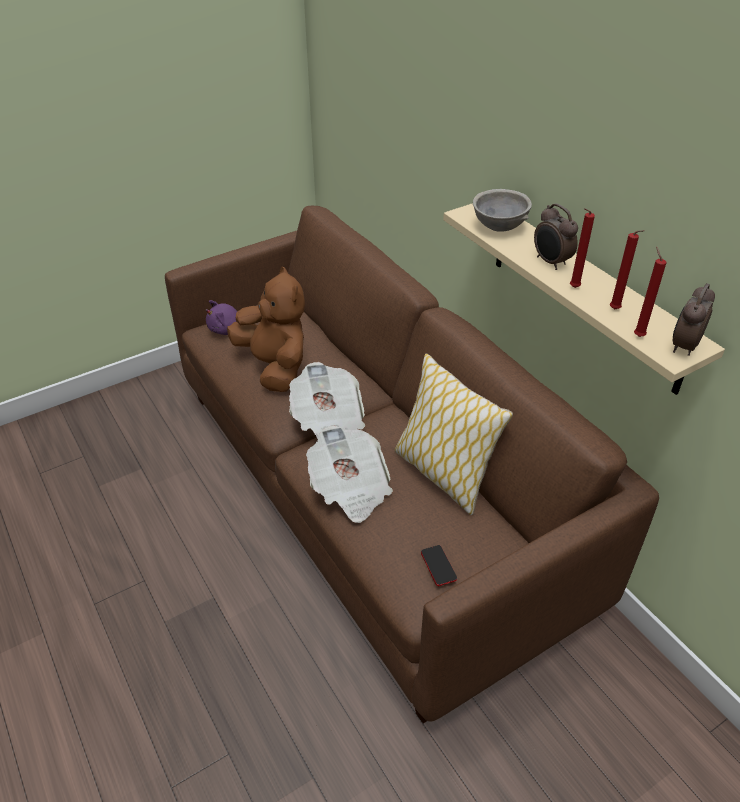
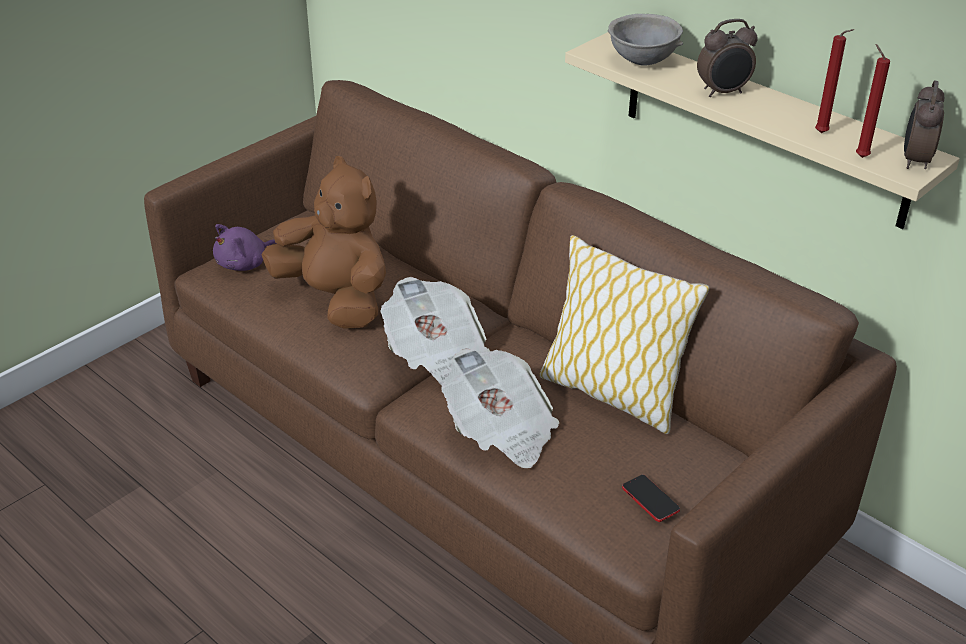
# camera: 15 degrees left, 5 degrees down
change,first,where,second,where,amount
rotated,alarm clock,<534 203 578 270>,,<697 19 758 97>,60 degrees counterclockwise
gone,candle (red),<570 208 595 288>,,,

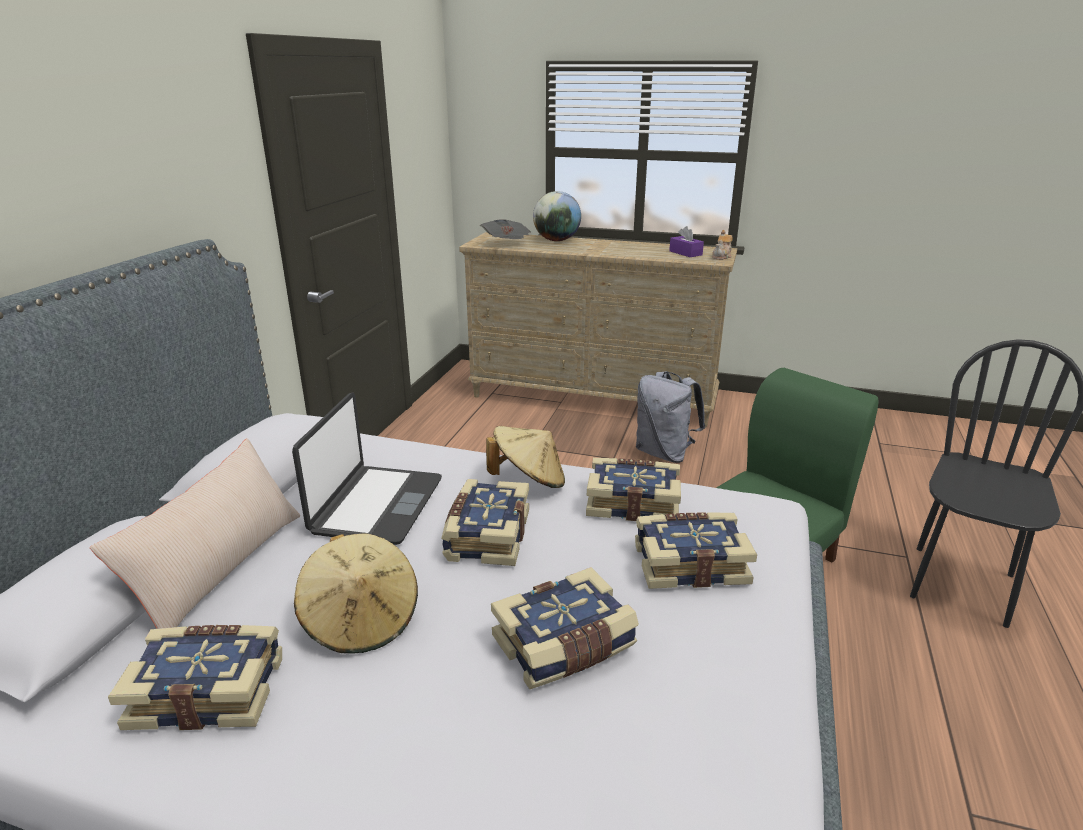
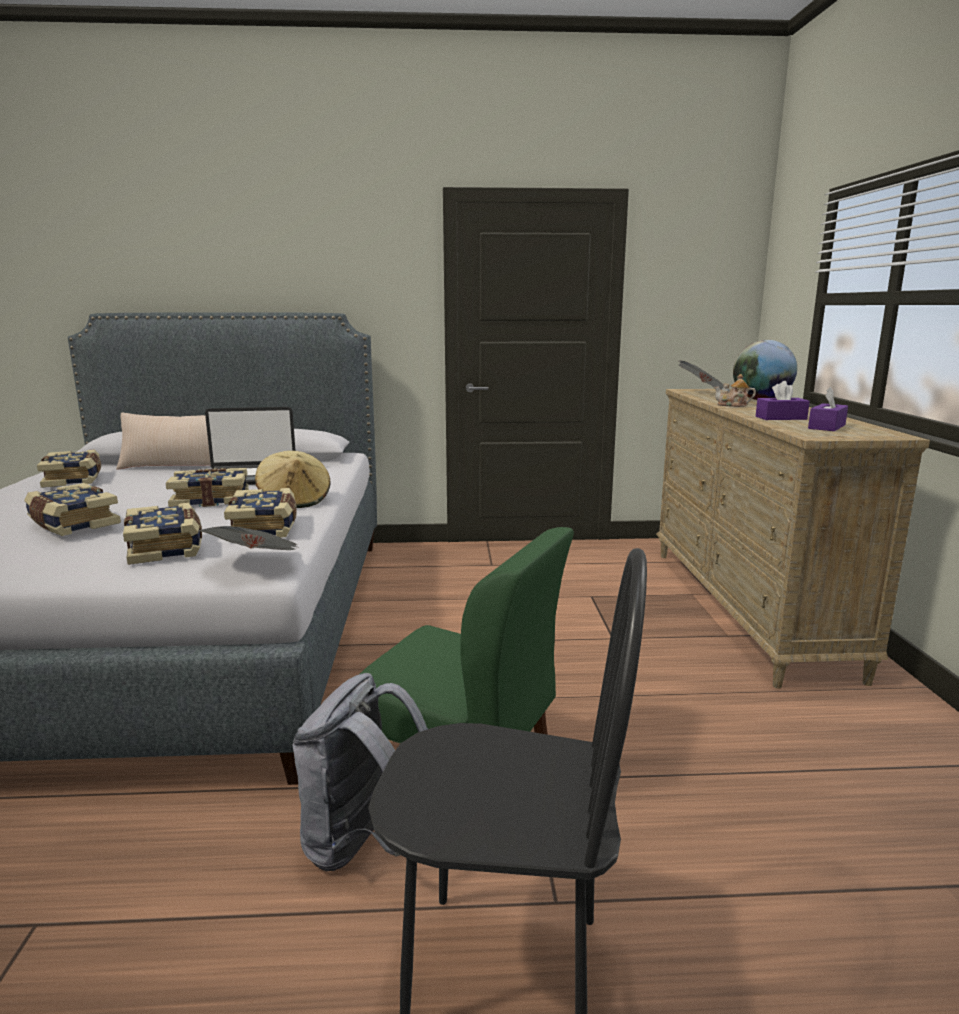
# camera: 70 degrees right, 10 degrees down
change,first,where,second,where,amount
shifted,pot for tea,<712 230 733 260>,,<714 374 756 407>,
shifted,knapsack (greyish),<636 371 705 463>,,<292 673 428 871>,
gone,hat (beige),<294 533 418 654>,,,
new,,,tissue holder (purplish),<756 381 810 420>,
new,,,printed paper,<198 526 297 550>,

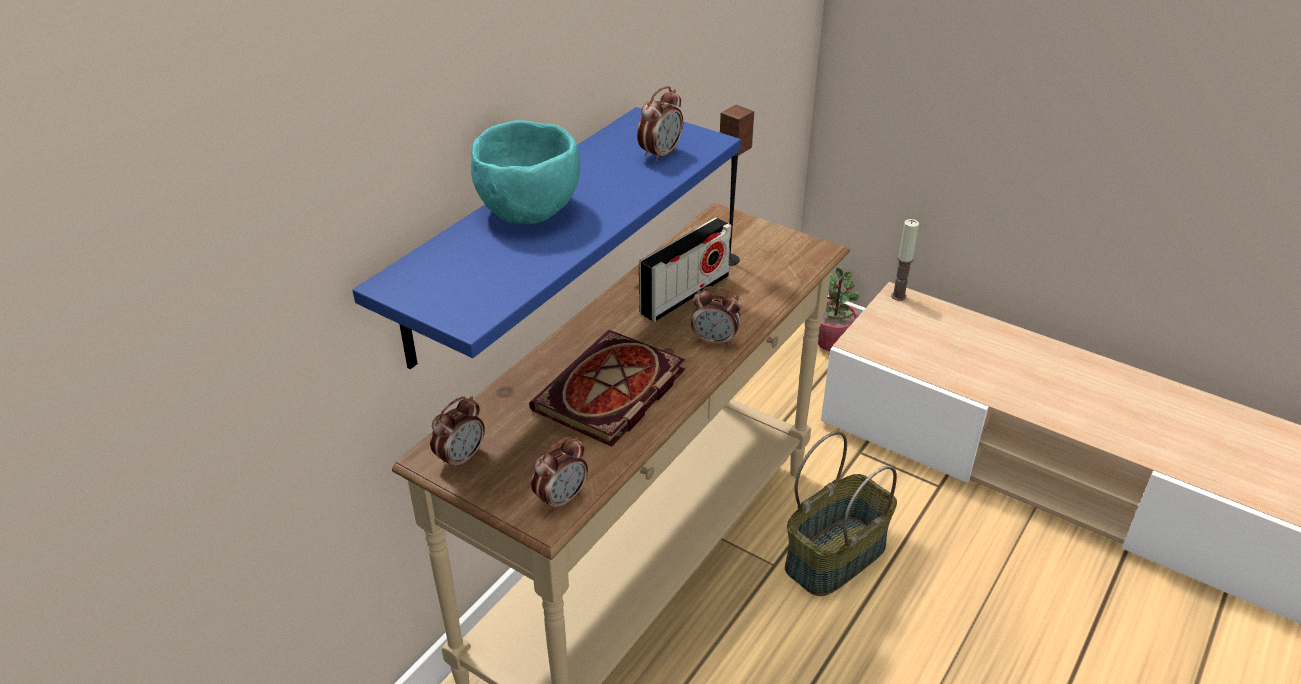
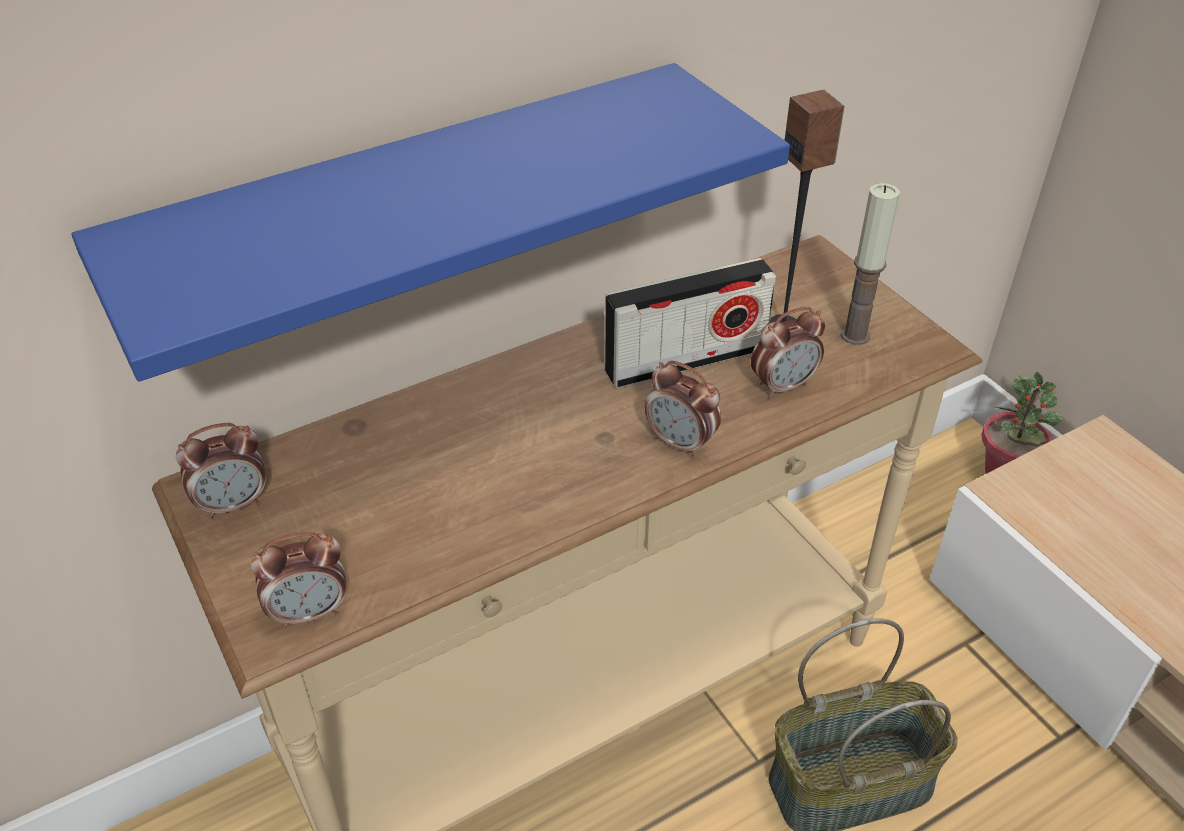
# camera: 25 degrees right, 5 degrees up
change,first,where,second,where,amount
shifted,alarm clock,<637 86 683 162>,,<751 307 825 398>,
gone,deep dish (turquoise),<471 120 580 224>,,,
shifted,candle,<891 219 919 301>,,<841 183 900 345>,
gone,bound book,<529 330 685 447>,,,

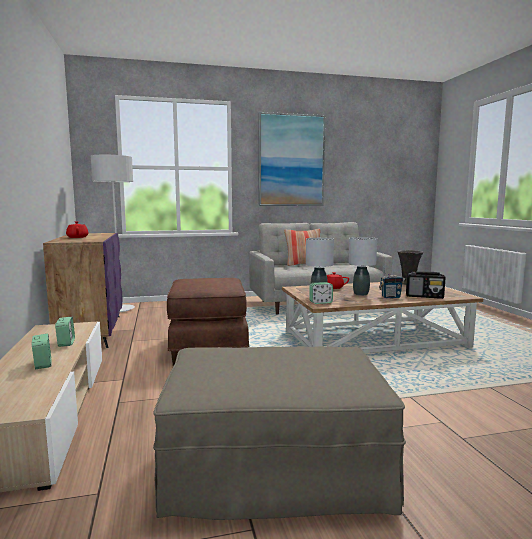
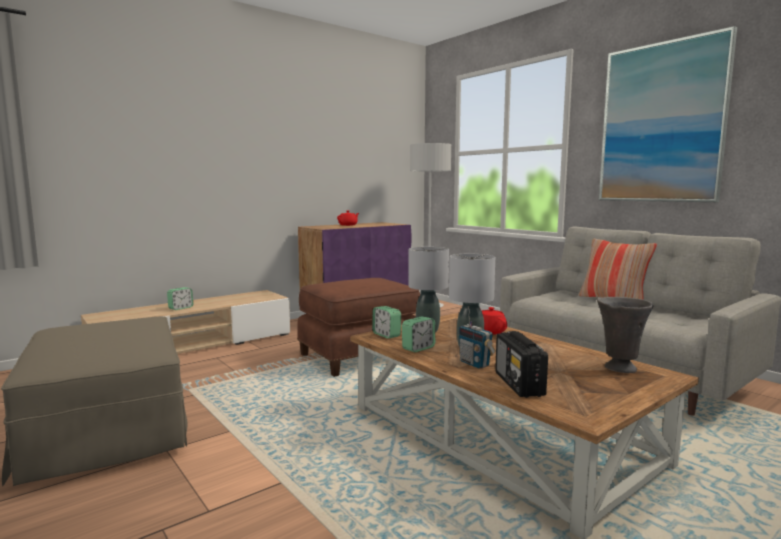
# camera: 65 degrees right, 0 degrees up
change,first,where,second,where,amount
shifted,alarm clock,<55 317 75 347>,,<402 316 435 352>,

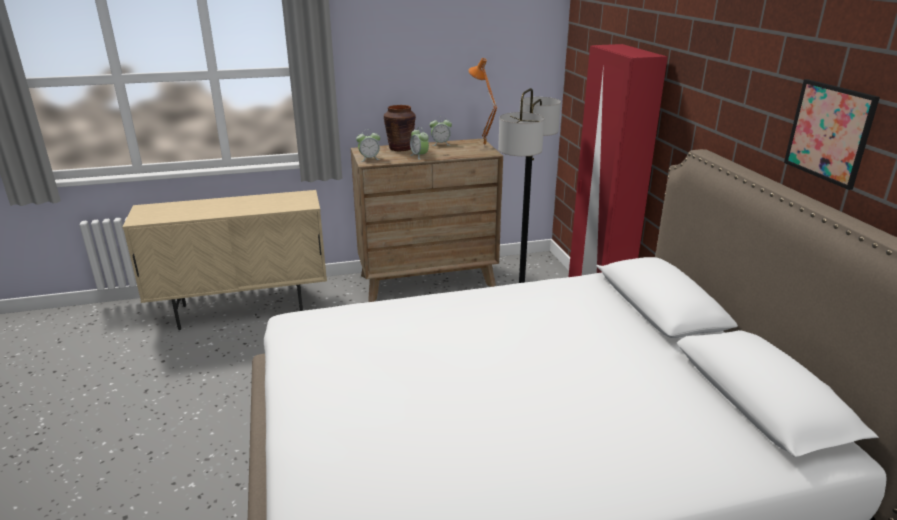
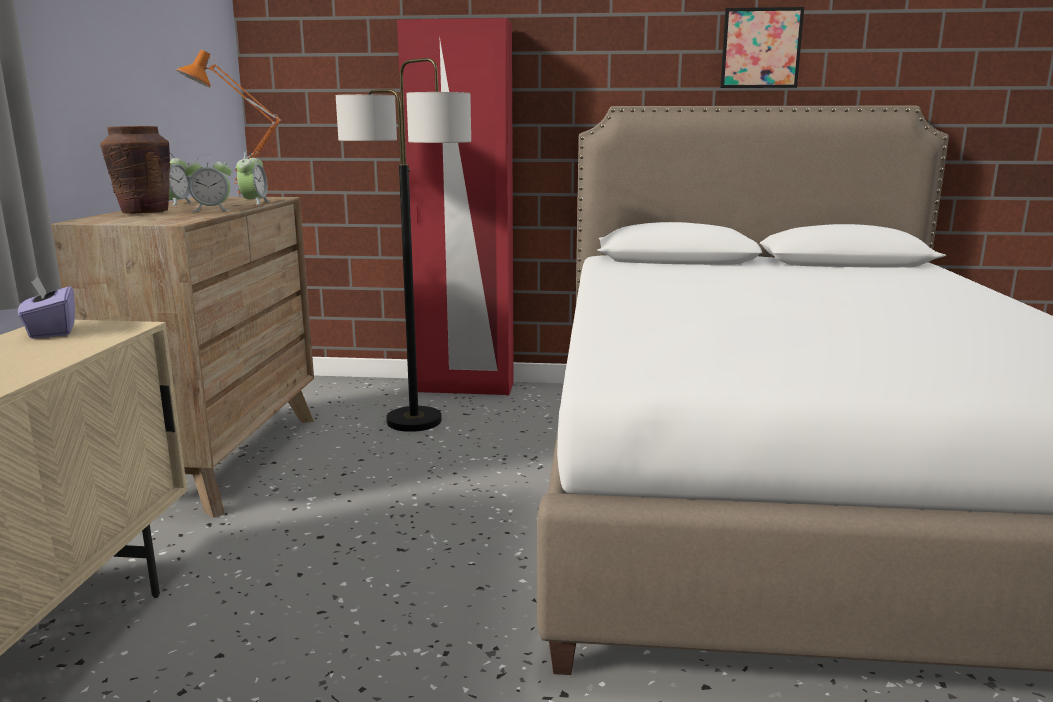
# camera: 70 degrees left, 10 degrees down
change,first,where,second,where,amount
shifted,alarm clock,<356 129 380 162>,,<236 152 270 205>,
new,,,tissue holder (purplish),<18 276 75 339>,

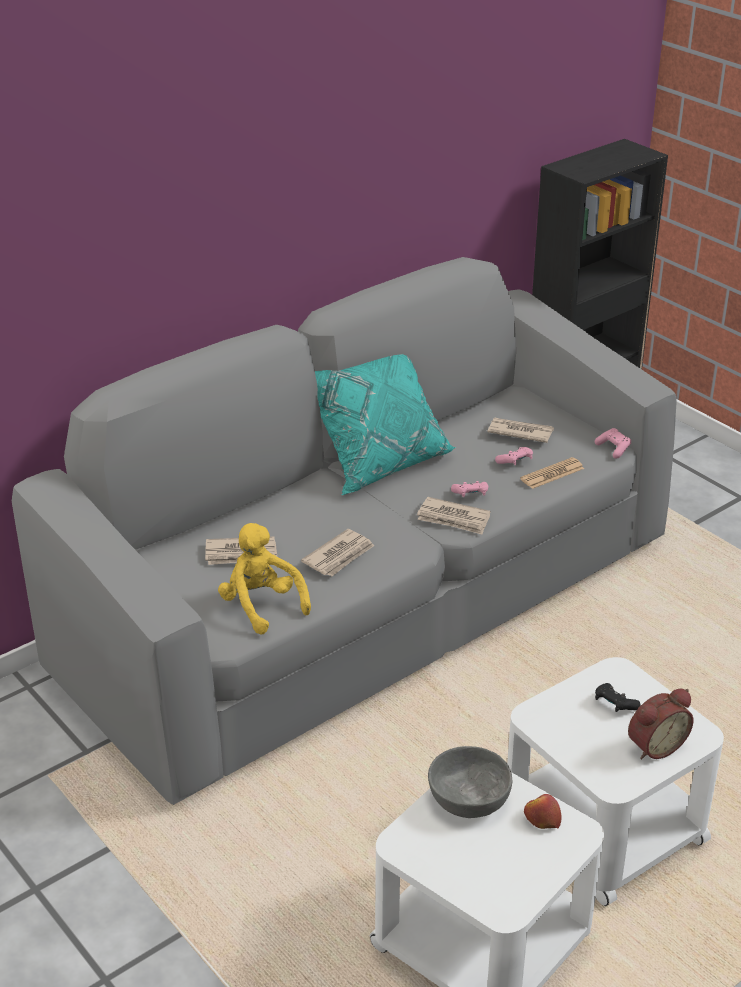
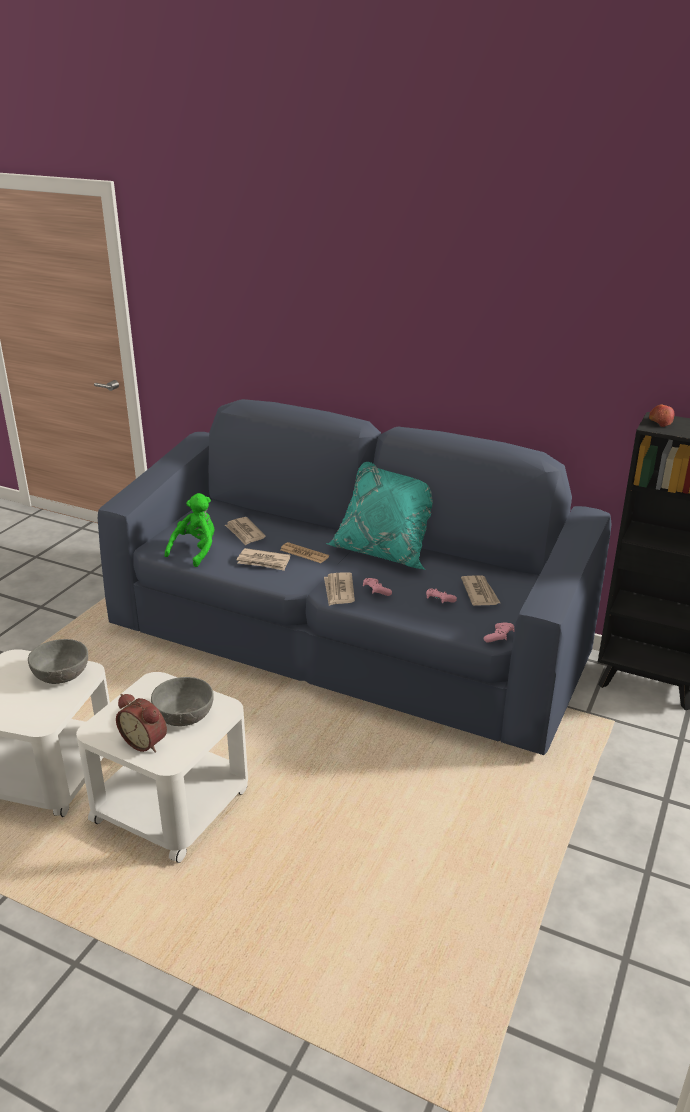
# camera: 65 degrees right, 5 degrees down
change,first,where,second,where,amount
repainted,sofa (greyish),<12 257 677 805>,sofa (blue-coloured),<98 399 612 755>,
shifted,printed paper,<520 457 584 489>,,<280 542 329 563>,
repainted,soft toy (yellow),<218 523 311 635>,soft toy (green),<165 493 215 567>,
swapped,gamepad (black),<595 683 641 712>,deep dish (greyish),<151 677 214 726>,
shifted,apple fruit,<524 794 561 829>,,<649 404 674 427>,

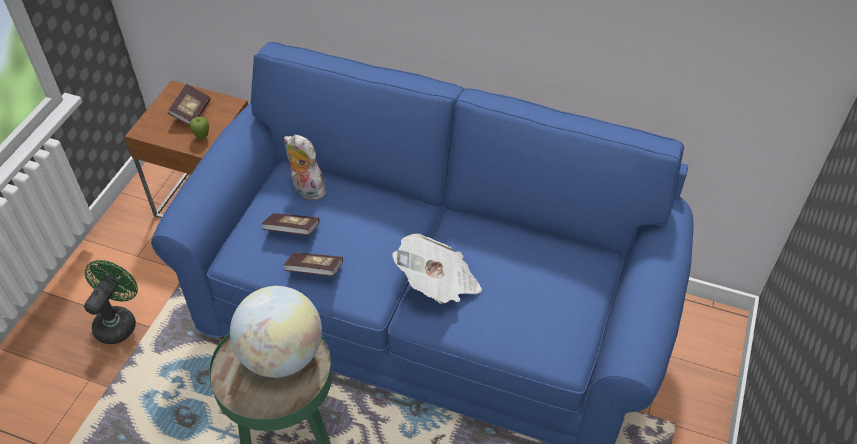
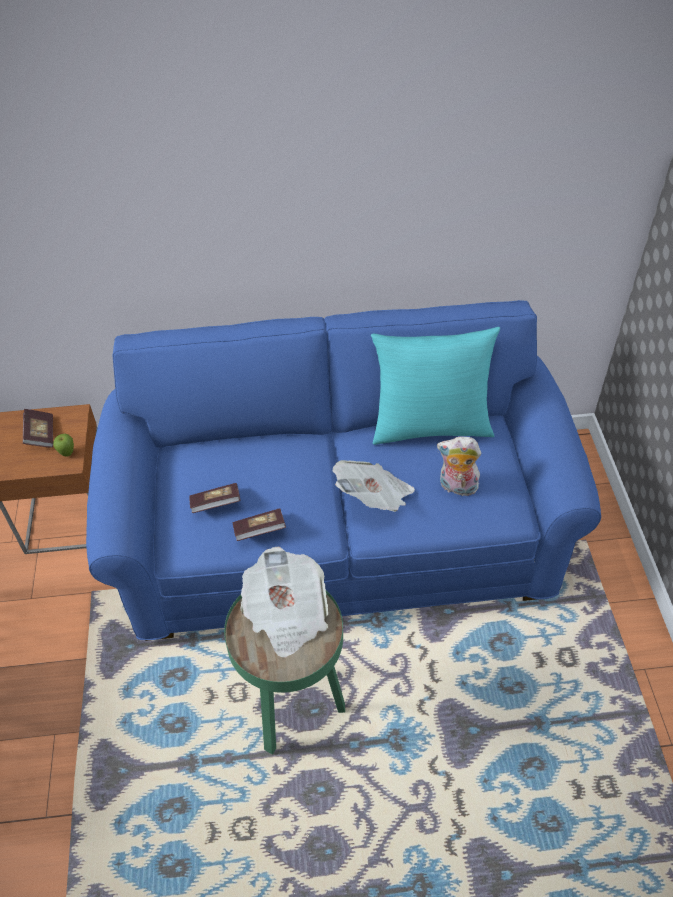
# camera: 25 degrees left, 0 degrees up
change,first,where,second,where,amount
shifted,soft toy,<284 135 330 200>,,<437 437 481 496>,
gone,fan (green),<84 260 138 344>,,,
swapped,globe,<230 286 322 378>,printed paper,<240 547 328 658>,
new,,,pillow (turquoise),<371 327 500 445>,

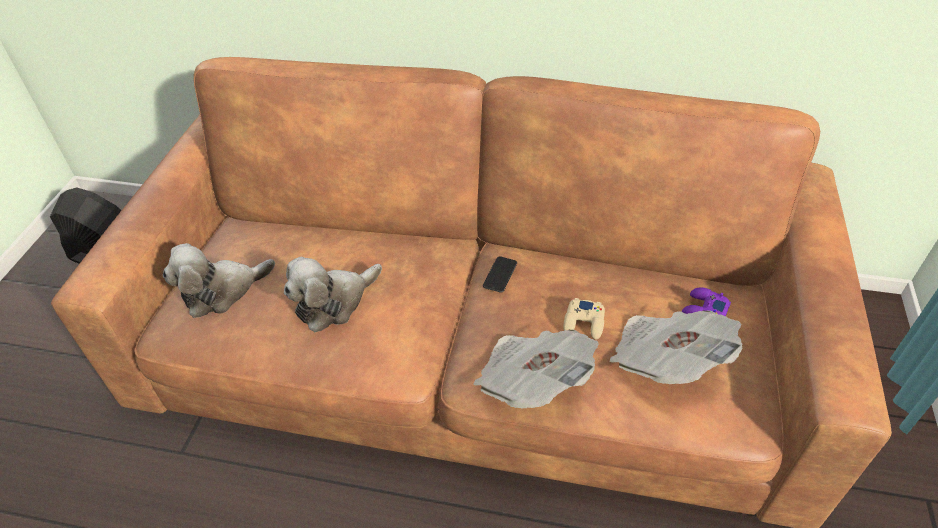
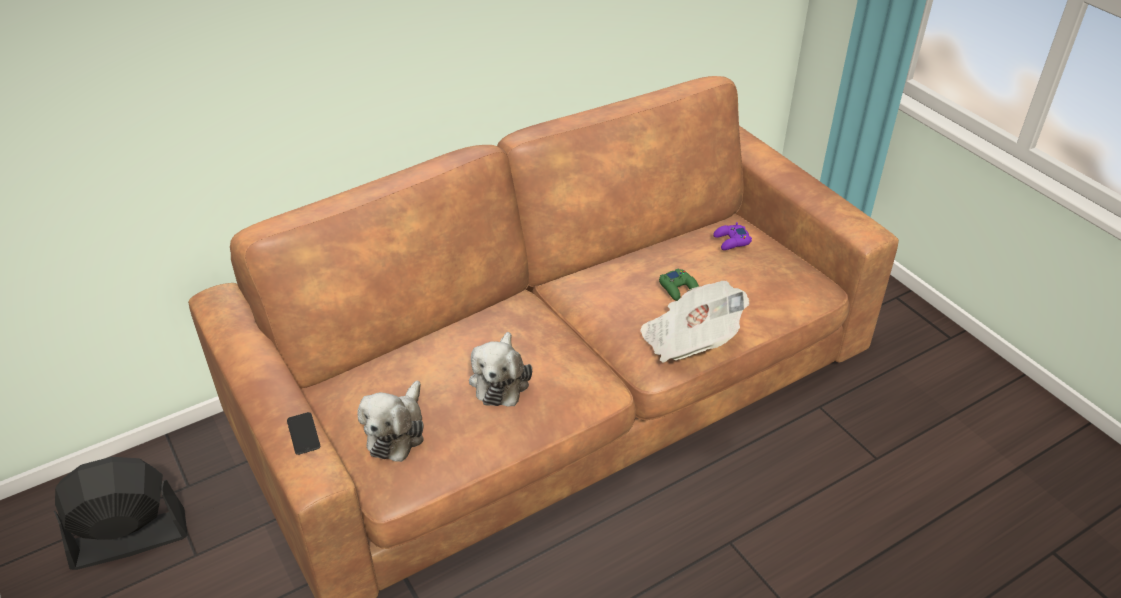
# camera: 45 degrees left, 5 degrees down
change,first,where,second,where,amount
shifted,phone,<483 256 517 293>,,<287 412 320 455>,
repainted,gamepad (beige),<563 298 605 340>,gamepad (green),<659 268 699 301>,
gone,printed paper,<610 310 743 384>,,,

